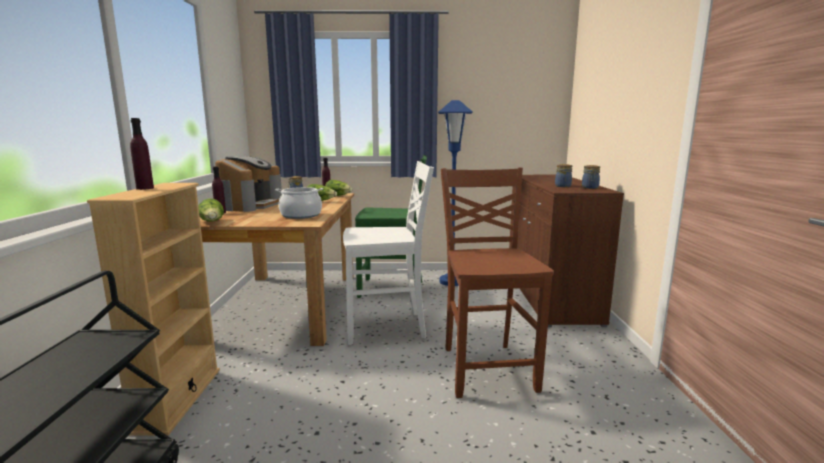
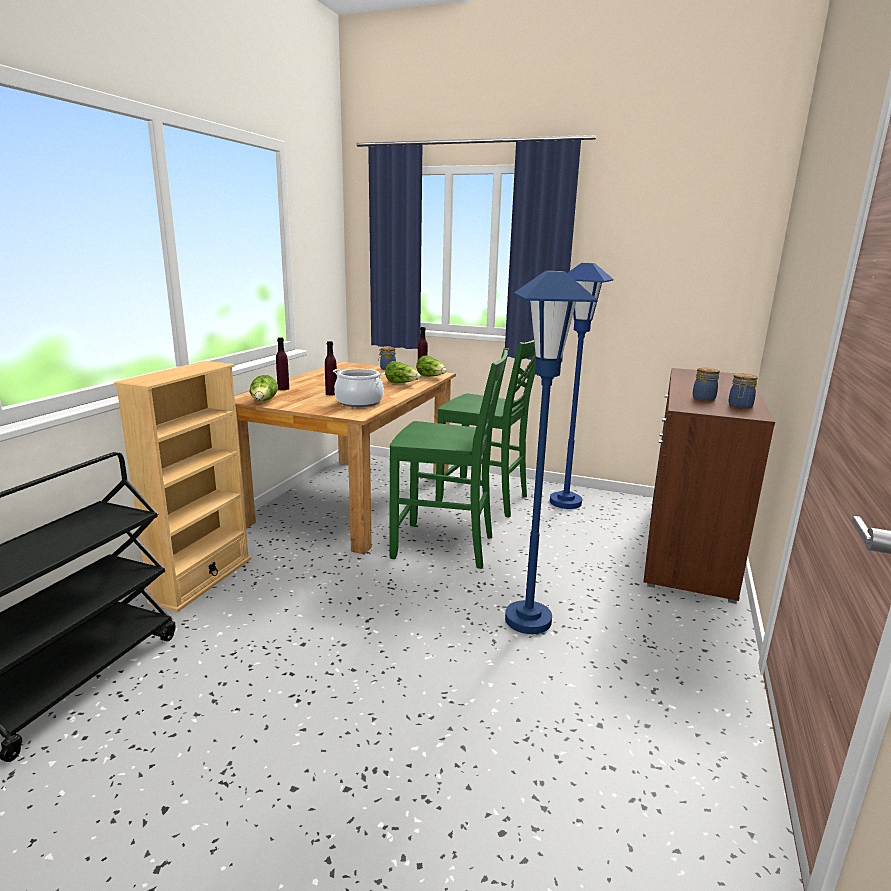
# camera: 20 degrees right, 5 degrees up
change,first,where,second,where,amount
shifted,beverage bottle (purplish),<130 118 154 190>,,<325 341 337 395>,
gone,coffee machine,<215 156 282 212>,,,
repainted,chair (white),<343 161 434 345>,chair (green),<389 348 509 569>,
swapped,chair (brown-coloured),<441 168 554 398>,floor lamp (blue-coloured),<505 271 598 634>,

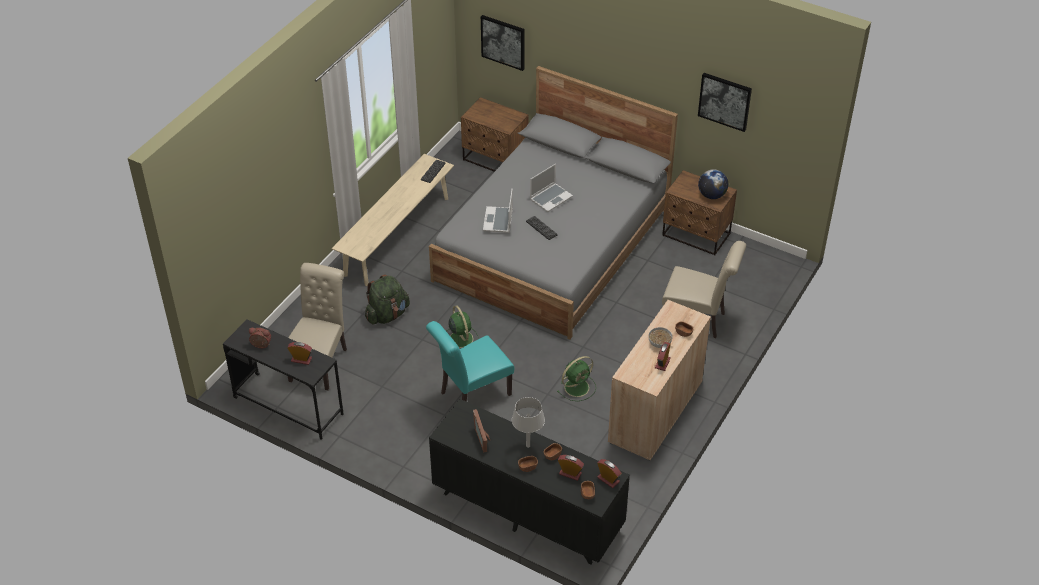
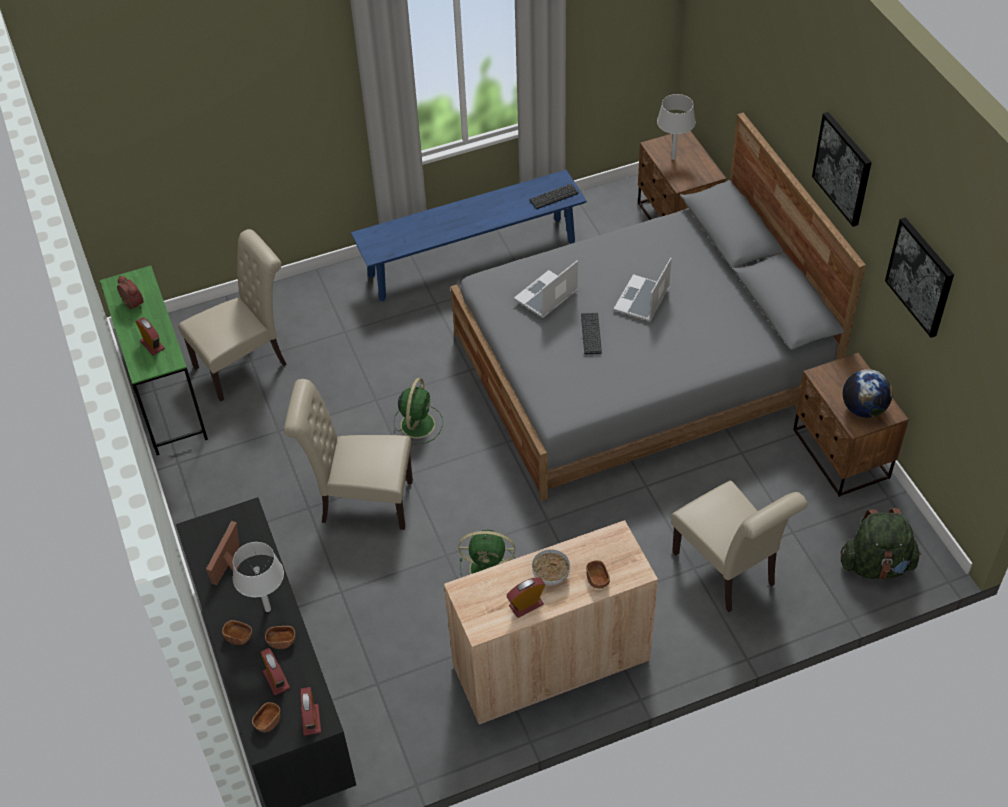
# camera: 40 degrees right, 5 degrees up
change,first,where,second,where,amount
shifted,wall picture,<481 15 525 71>,,<812 112 872 227>,
repainted,long seat (beige),<332 154 454 286>,long seat (blue-coloured),<351 170 587 301>,
rotated,laptop,<530 164 573 212>,,<613 258 672 321>,120 degrees clockwise
shifted,knapsack (green),<365 274 410 325>,,<841 508 921 579>,
repainted,desk table (black),<223 319 344 440>,desk table (green),<100 266 208 455>,
repainted,chair (turquoise),<426 321 514 402>,chair (beige),<284 379 413 530>,
new,,,lamp for a table (greyish),<657 94 696 160>,

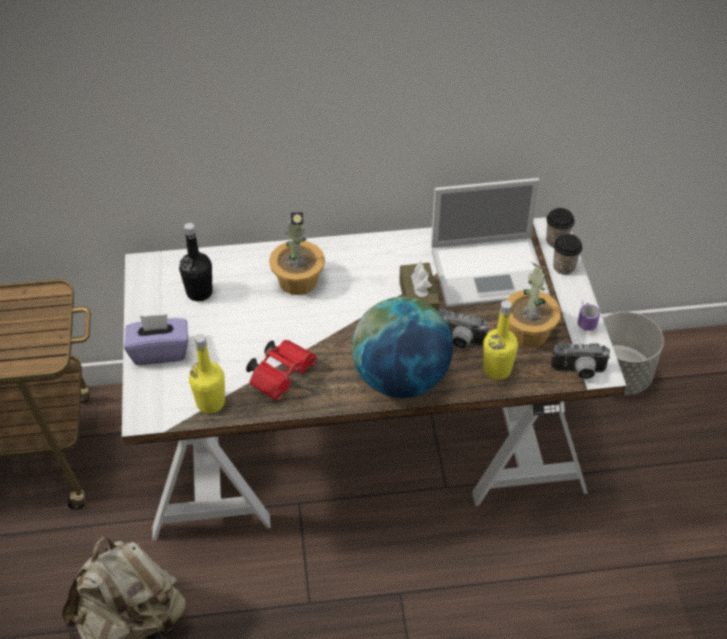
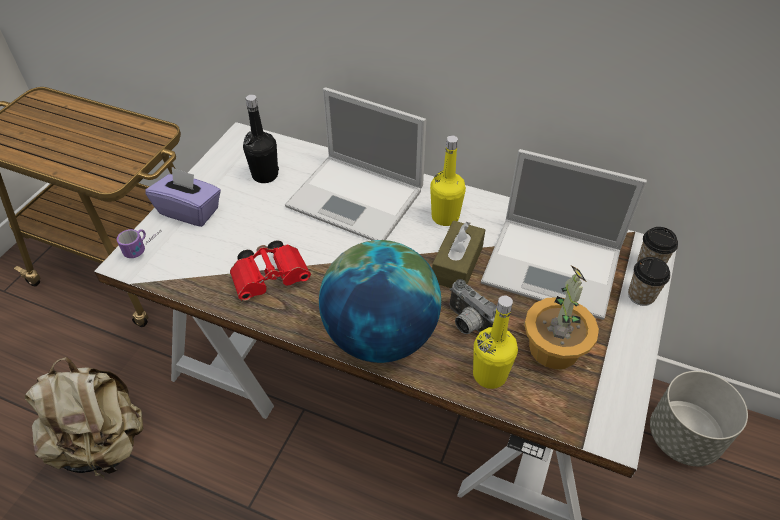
# camera: 30 degrees right, 0 degrees up
change,first,where,second,where,amount
swapped,potted plant,<269 212 325 295>,laptop,<285 87 426 240>,
shifted,coffee mug,<578 301 600 331>,,<117 229 162 258>,
shifted,beverage bottle (yellow),<189 334 225 414>,,<430 135 466 226>,
gone,still camera,<551 342 610 380>,,,

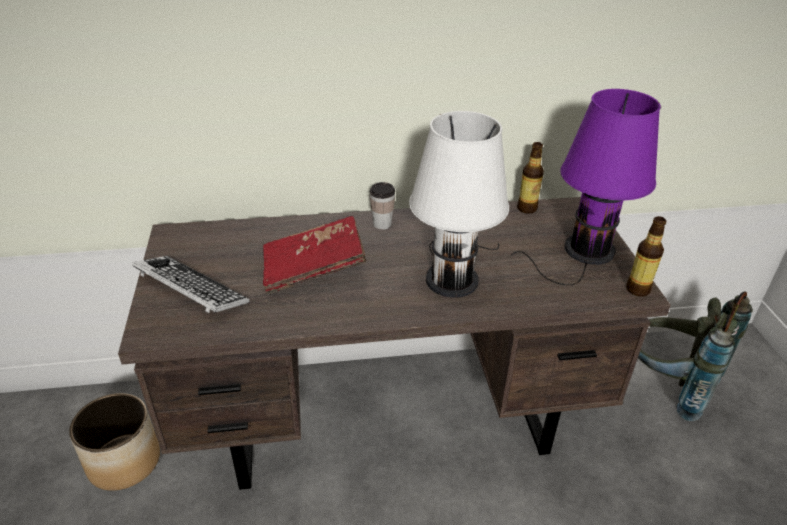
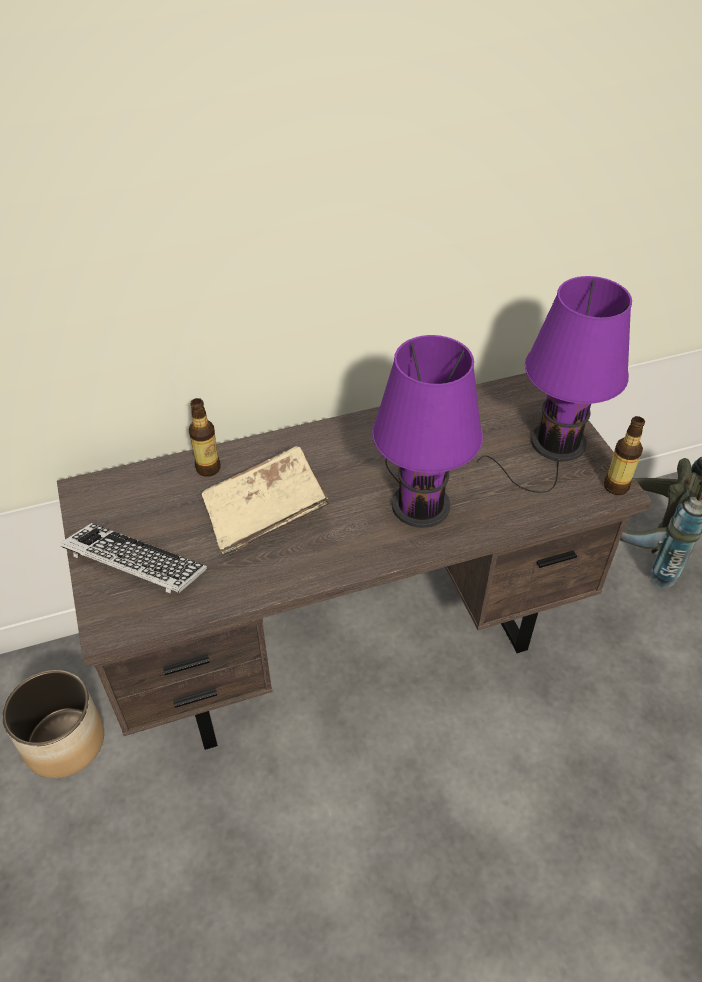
# camera: 10 degrees left, 10 degrees up
change,first,where,second,where,amount
repainted,lamp for a table (white),<409 111 509 298>,lamp for a table (purplish),<372 335 483 528>,
shifted,beverage bottle,<517 142 544 214>,,<189 398 220 477>,
gone,small cup,<370 182 395 230>,,,
repainted,bound book (red),<263 216 366 294>,bound book (beige),<202 446 329 556>,

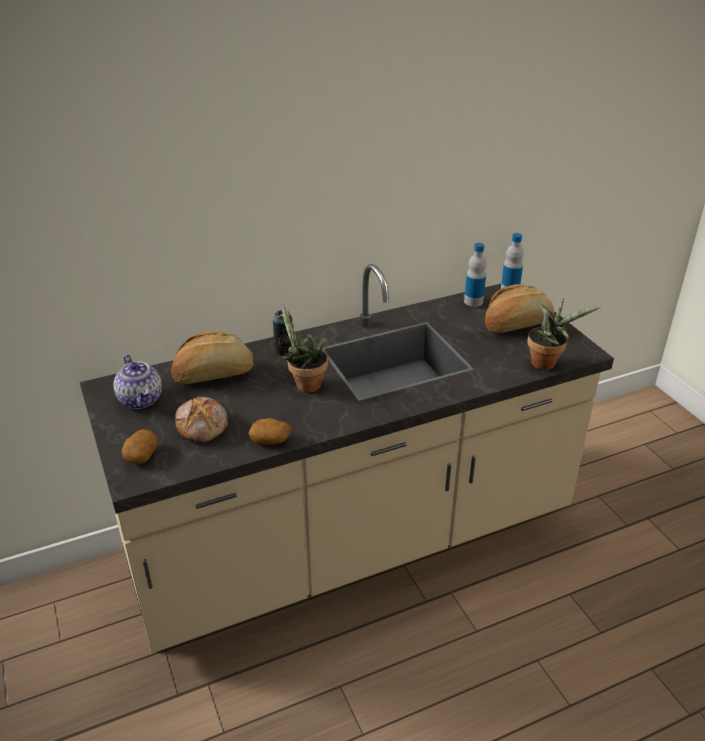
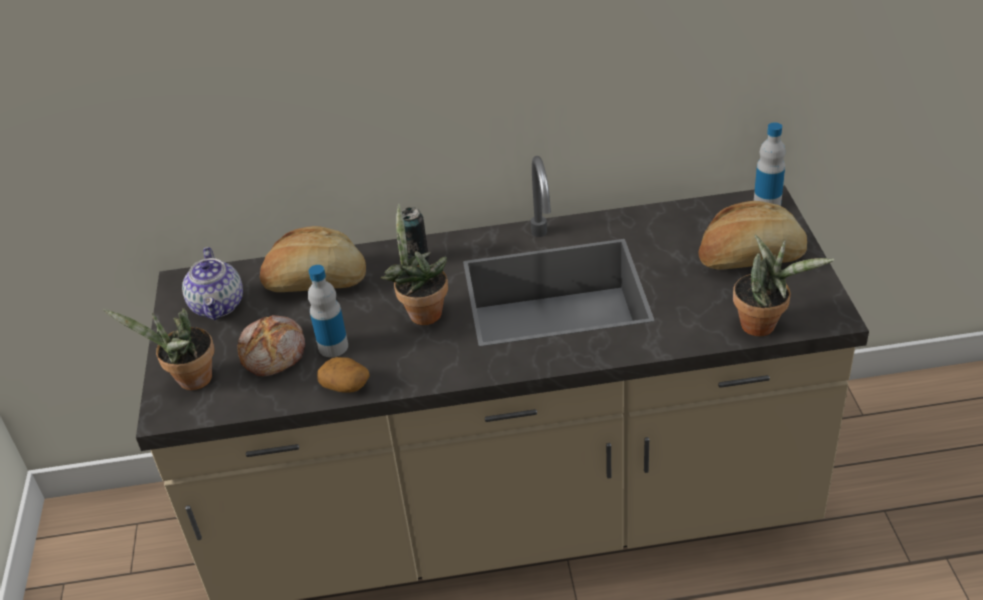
# camera: 20 degrees right, 5 degrees up
change,first,where,second,where,amount
shifted,beverage bottle,<464 243 486 307>,,<308 265 348 357>,
swapped,whole potato,<122 429 158 464>,potted plant,<103 308 215 390>,

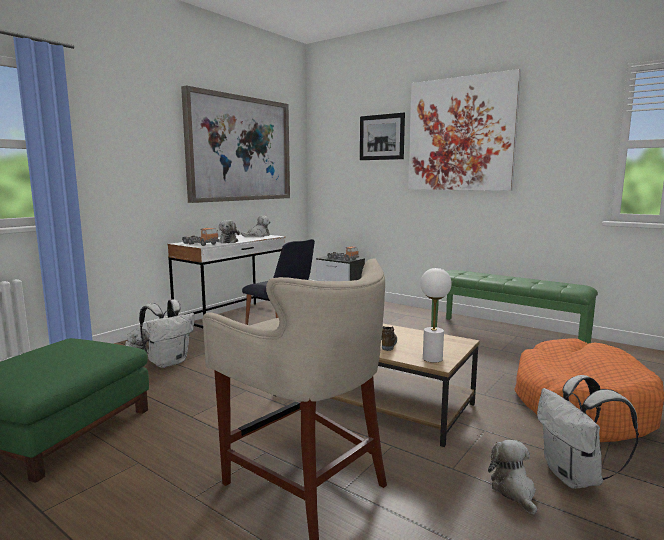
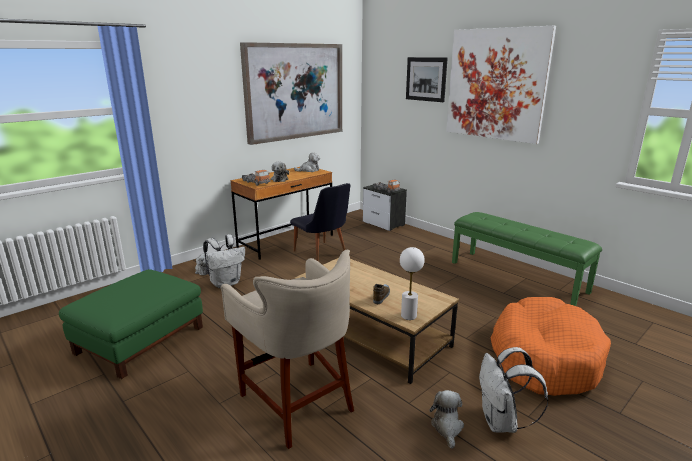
# camera: 10 degrees right, 10 degrees up
change,first,where,second,where,amount
repainted,desk table (white),<168 235 285 328>,desk table (brown-coloured),<230 167 333 260>,

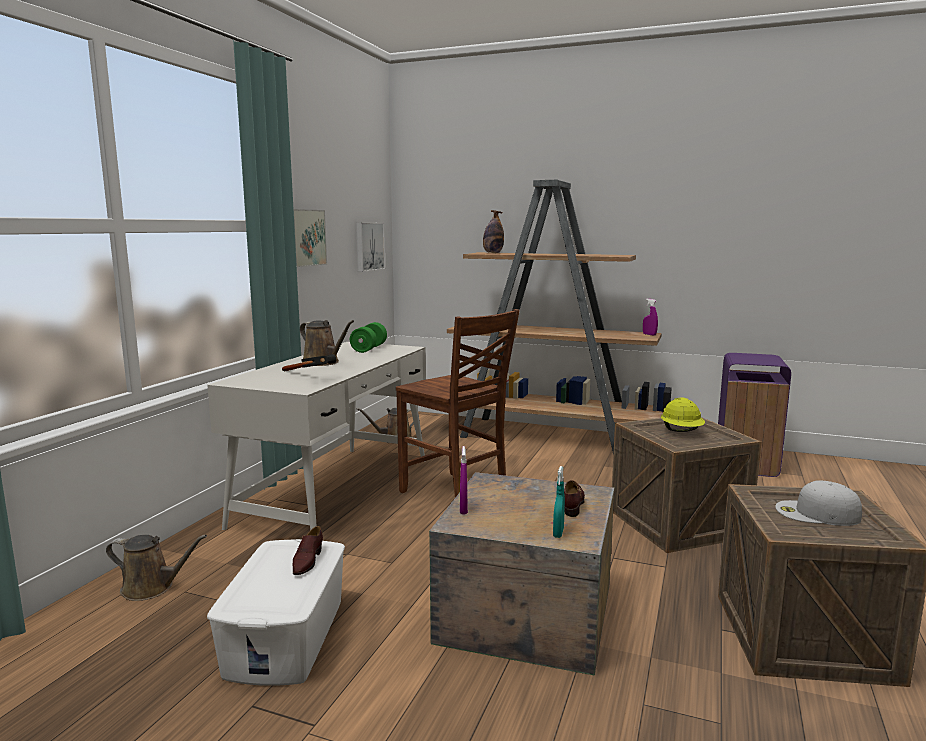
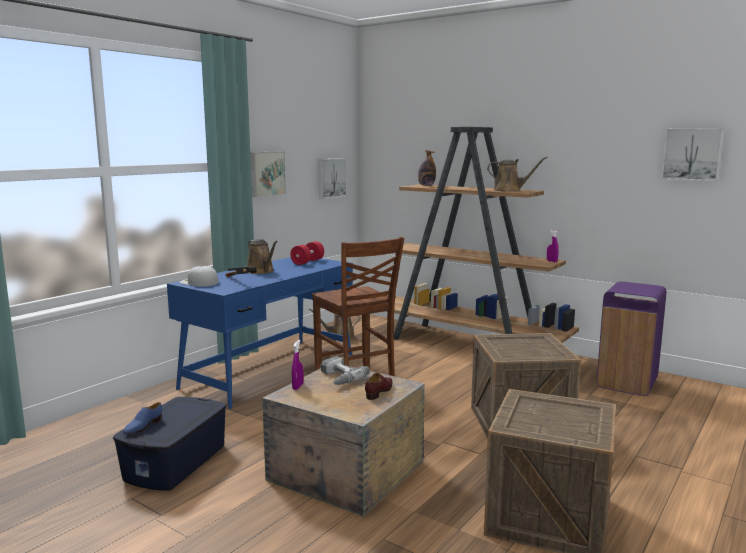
# camera: 15 degrees right, 0 degrees up
change,first,where,second,where,amount
repainted,dumbbell (green),<350 322 387 353>,dumbbell (red),<290 241 324 265>,
repainted,desk table (white),<207 342 426 531>,desk table (blue-coloured),<167 257 353 409>,
gone,work helmet (yellow),<661 397 705 432>,,,
gone,hand sprayer (turquoise),<553 466 565 538>,,,
shifted,peaked cap (white),<775 480 862 526>,,<179 266 218 286>,
gone,item of footwear (brown-coloured),<293 526 323 575>,,,
shifted,watering can (brown-coloured),<106 535 207 601>,,<487 156 548 192>,
repainted,storage box (white),<207 539 345 686>,storage box (blue-coloured),<113 397 227 491>,
new,,,wall picture,<662 128 724 181>,
new,,,electric drill,<321 356 370 385>,
new,,,item of footwear (blue-coloured),<123 402 162 435>,

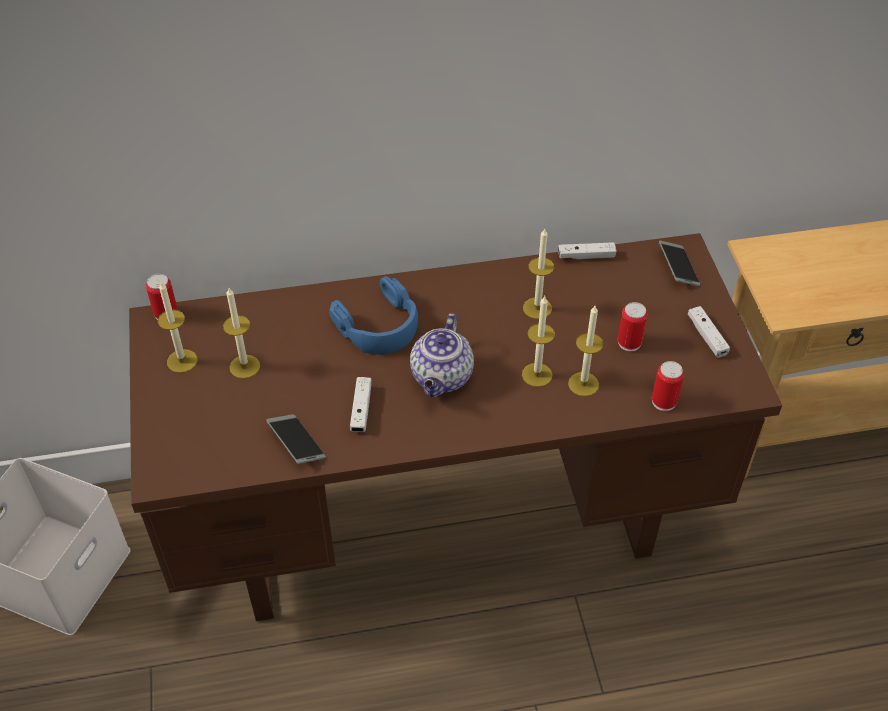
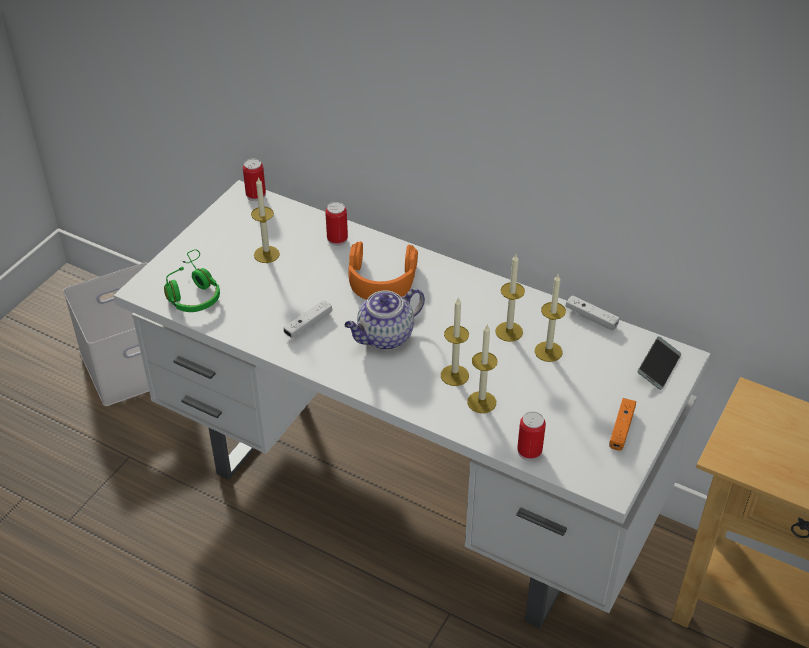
# camera: 40 degrees right, 5 degrees down
change,first,where,second,where,amount
repainted,desk table (brown-coloured),<129 233 782 621>,desk table (white),<113 180 711 628>,
repainted,pair of headphones (blue-coloured),<329 276 418 355>,pair of headphones (orangey),<348 241 418 300>,
shifted,candle,<158 282 197 373>,,<535 274 566 362>,
shifted,metal can,<618 302 648 351>,,<325 202 348 246>,
repainted,gamepad (white),<688 306 730 358>,gamepad (orangey),<609 398 636 451>,
gone,phone,<266 414 326 464>,,,
new,,,pair of headphones (green),<164 249 220 312>,

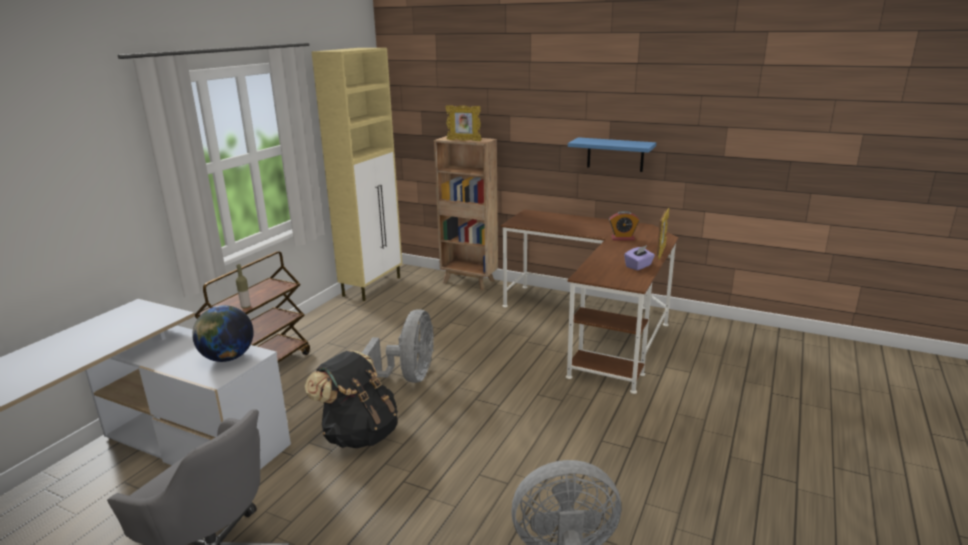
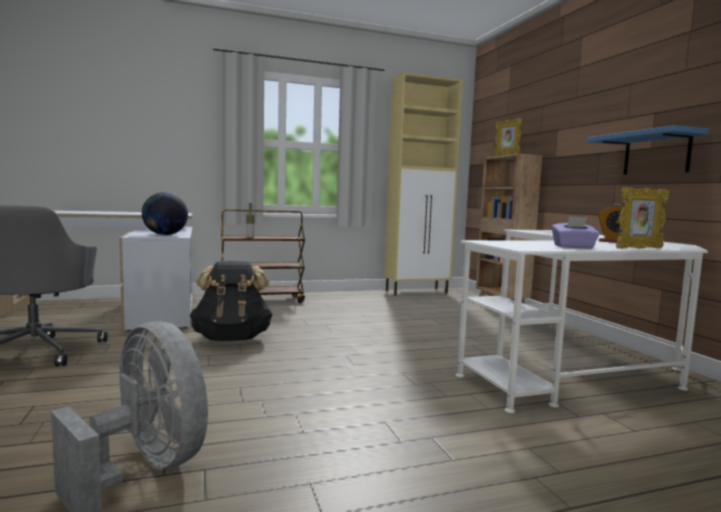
# camera: 45 degrees right, 15 degrees down
change,first,where,second,where,amount
repainted,desk table (brown-coloured),<501 209 678 394>,desk table (white),<456 230 708 413>,
gone,fan (greyish),<362 309 434 383>,,,

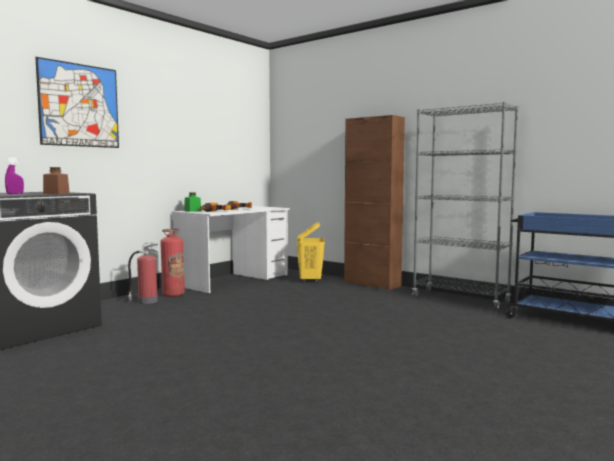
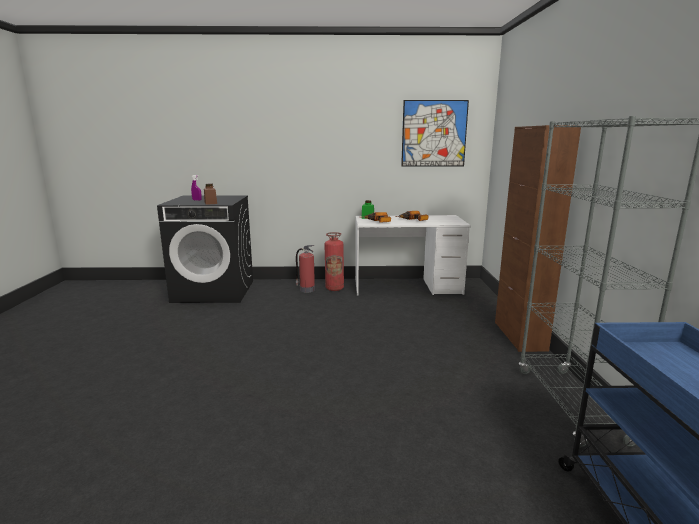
# camera: 50 degrees right, 10 degrees up
change,first,where,second,where,amount
shifted,wall picture,<35 57 119 148>,,<401 100 469 167>,
gone,washing basket (yellow),<297 222 325 283>,,,

